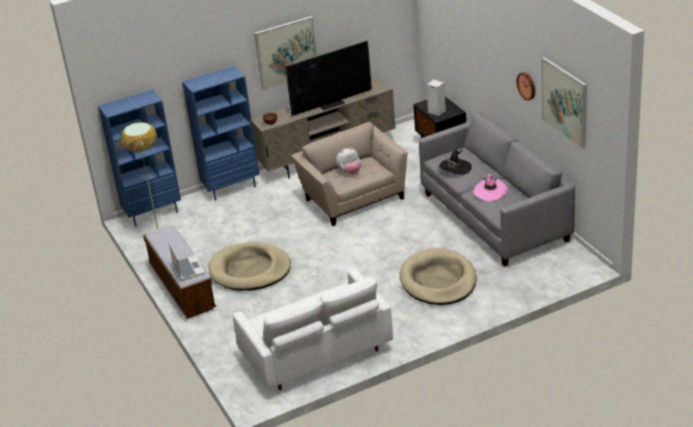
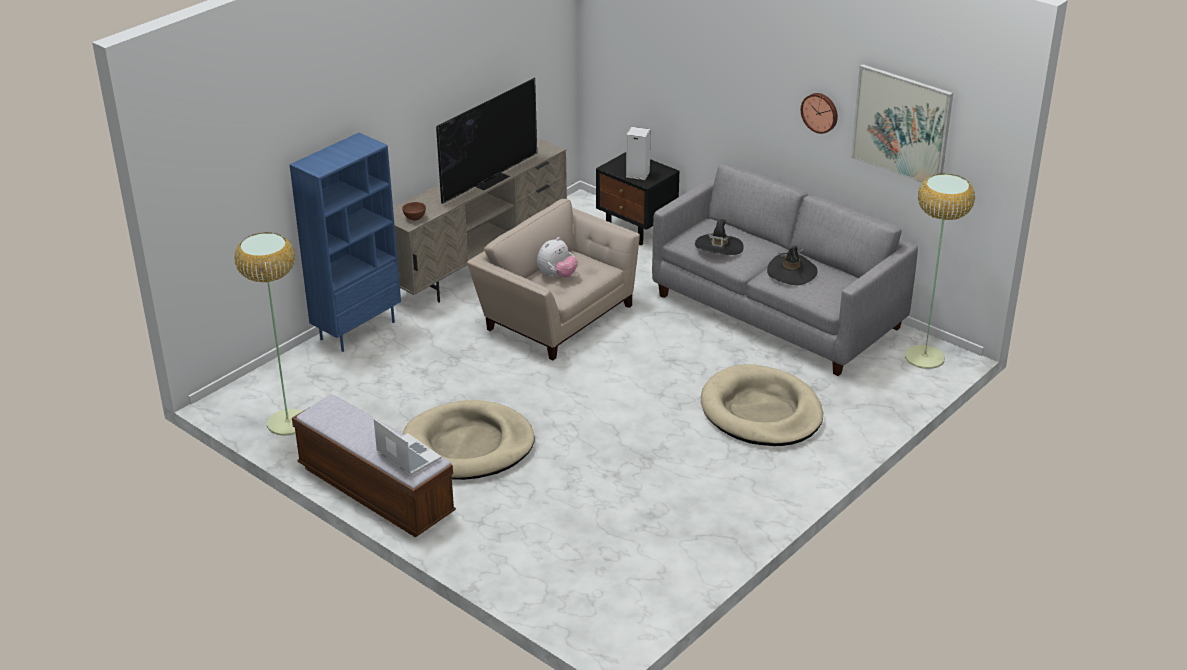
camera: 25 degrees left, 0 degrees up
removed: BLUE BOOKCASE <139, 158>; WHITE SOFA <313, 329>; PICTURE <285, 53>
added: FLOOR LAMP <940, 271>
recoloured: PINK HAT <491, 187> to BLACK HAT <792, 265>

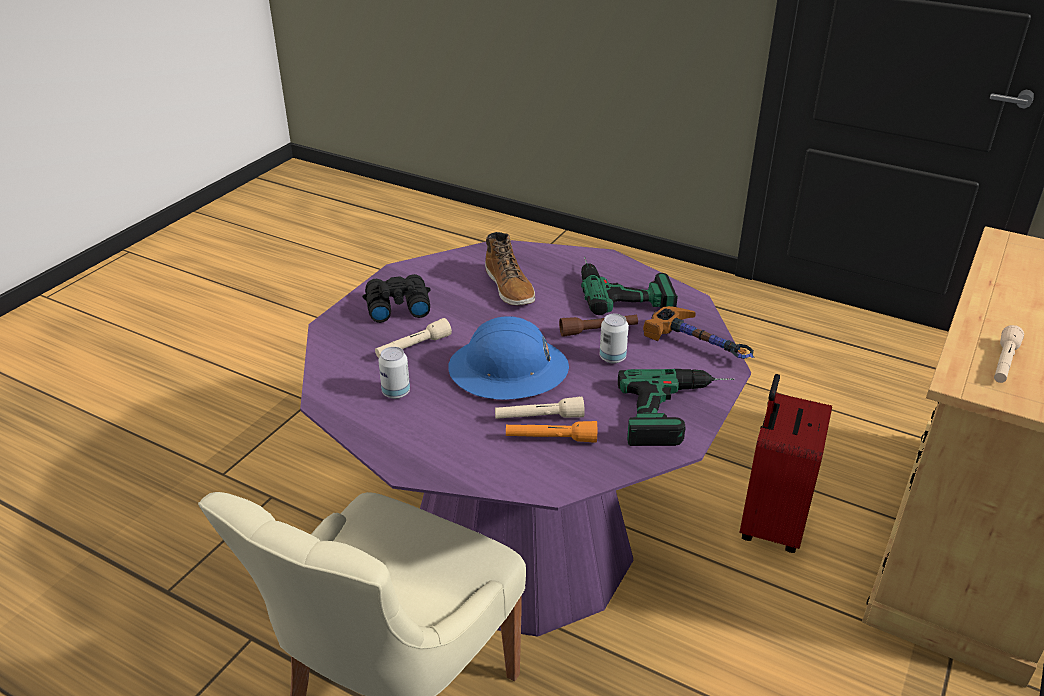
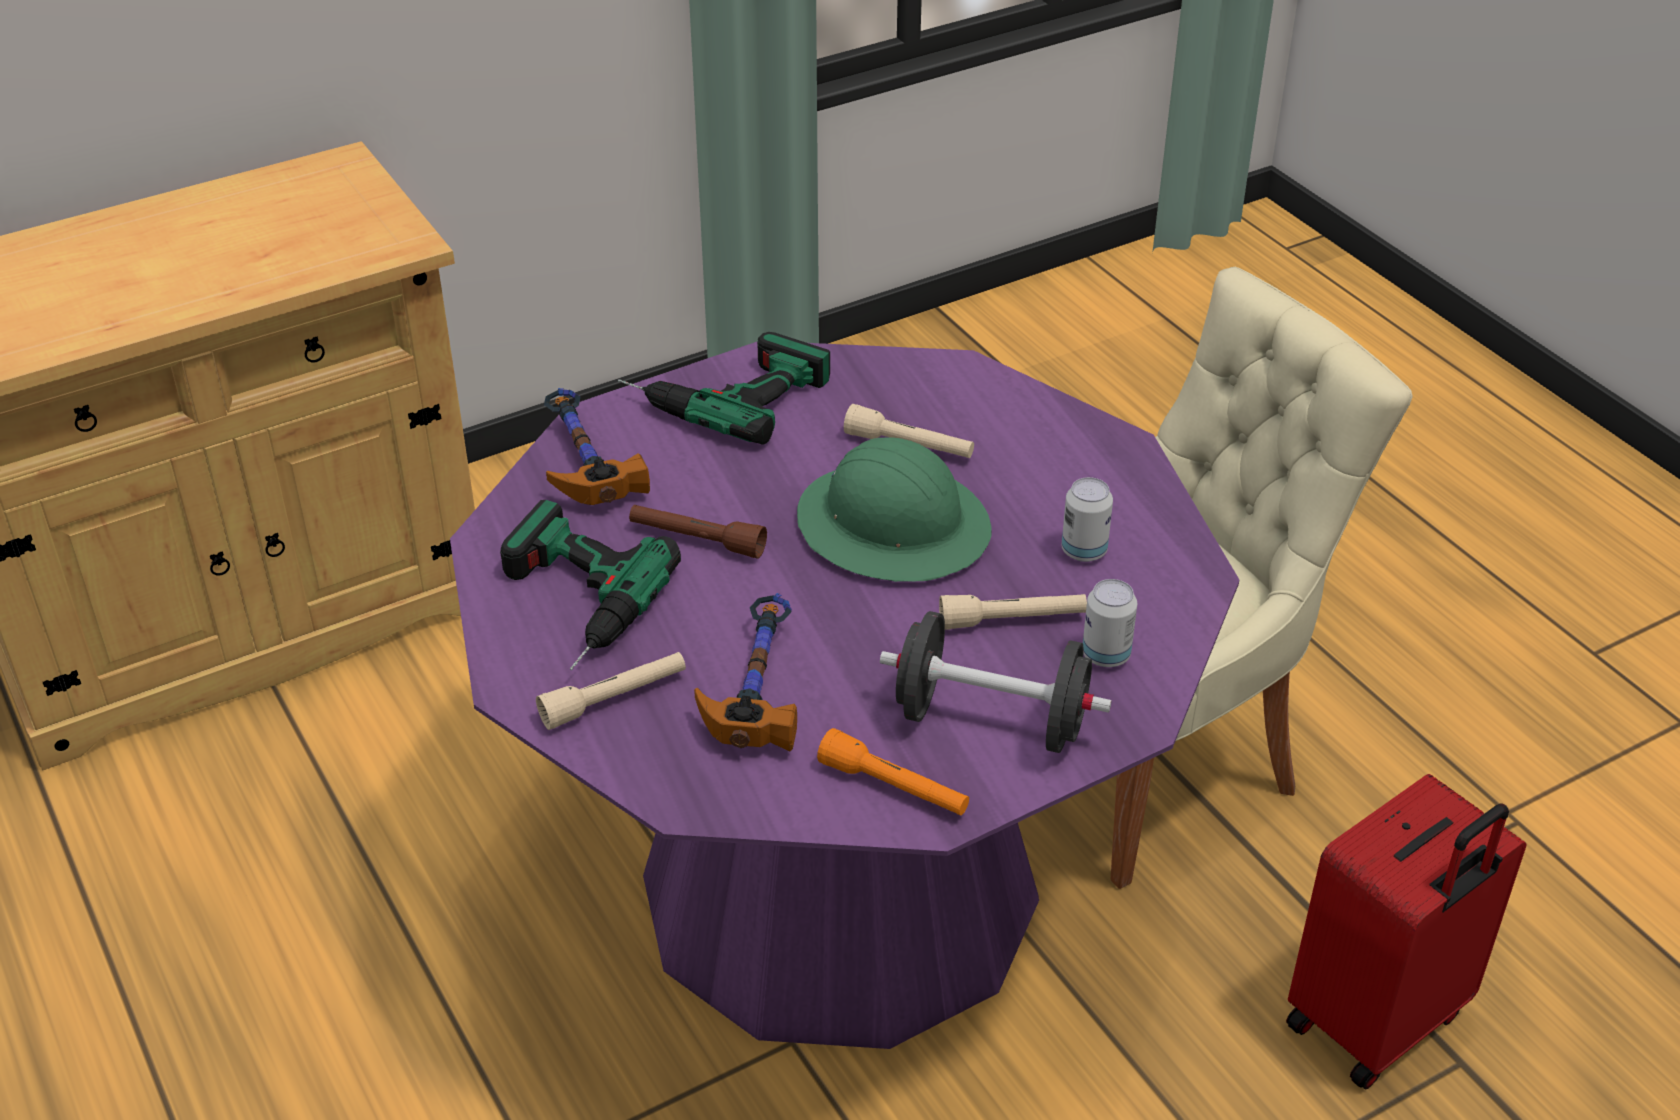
camera: 150 degrees left, 5 degrees up
moved: ORANGE FLASHLIGHT <551, 432> to <893, 771>; CAN <614, 339> to <1110, 623>; RED SUITCASE <785, 463> to <1406, 932>; BEIGE FLASHLIGHT <1009, 354> to <611, 691>
replaced: BLACK BINOCULARS <396, 298> to BLACK DUMBBELL <996, 682>; BOOT <510, 269> to HAMMER <745, 672>
recoloured: BLUE HARD HAT <508, 358> to GREEN HARD HAT <894, 509>

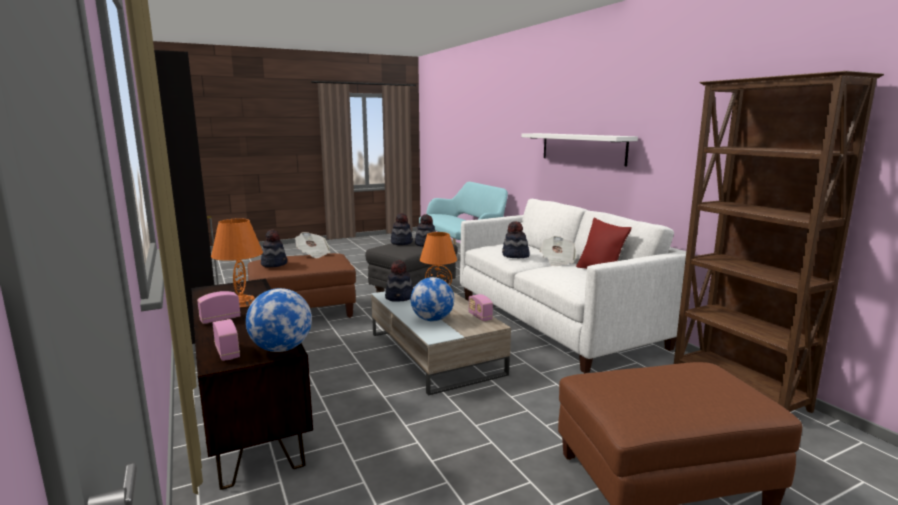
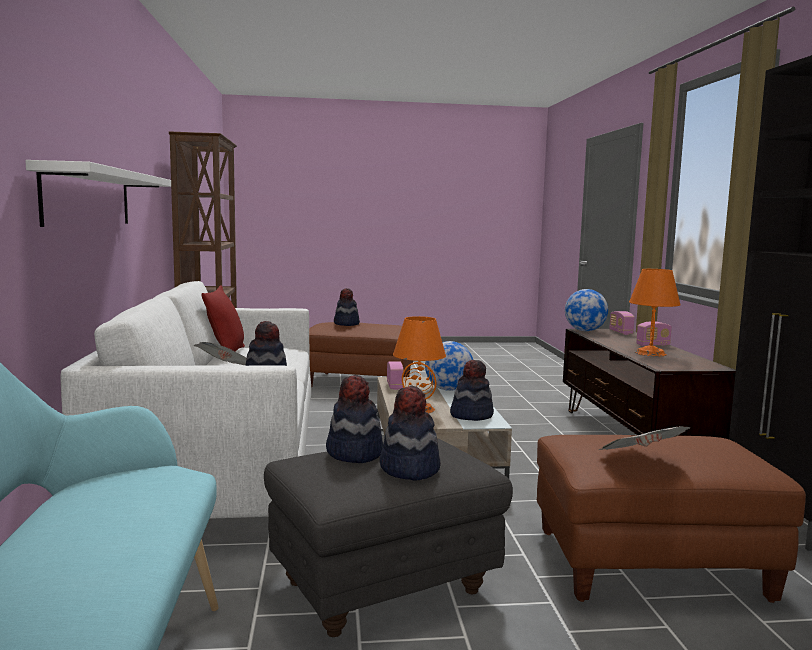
camera: 160 degrees left, 5 degrees down
moved: HAT <274, 249> to <347, 307>

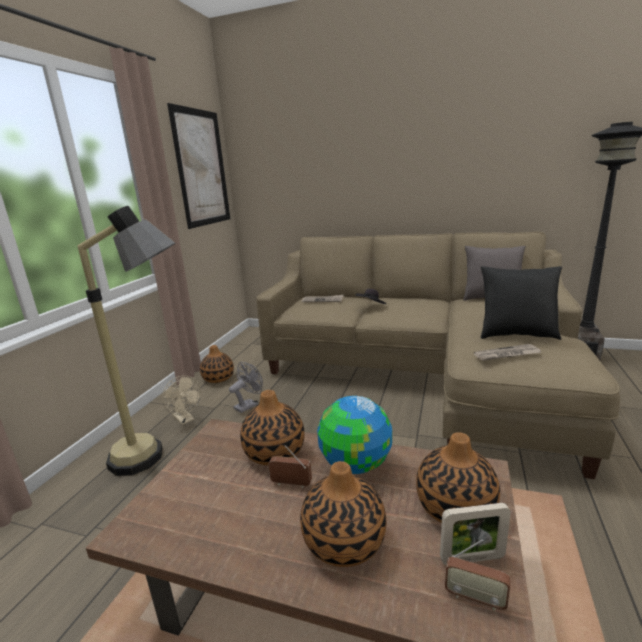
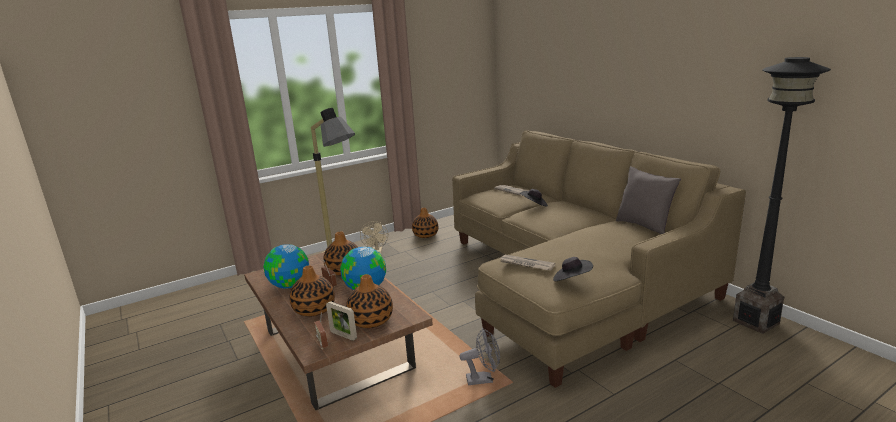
camera: 40 degrees right, 0 degrees up
removed: PICTURE <198, 166>; BLACK PILLOW <521, 303>
added: GLOBE <286, 267>; BLACK HAT <573, 269>
moved: GREY FAN <246, 387> to <479, 356>

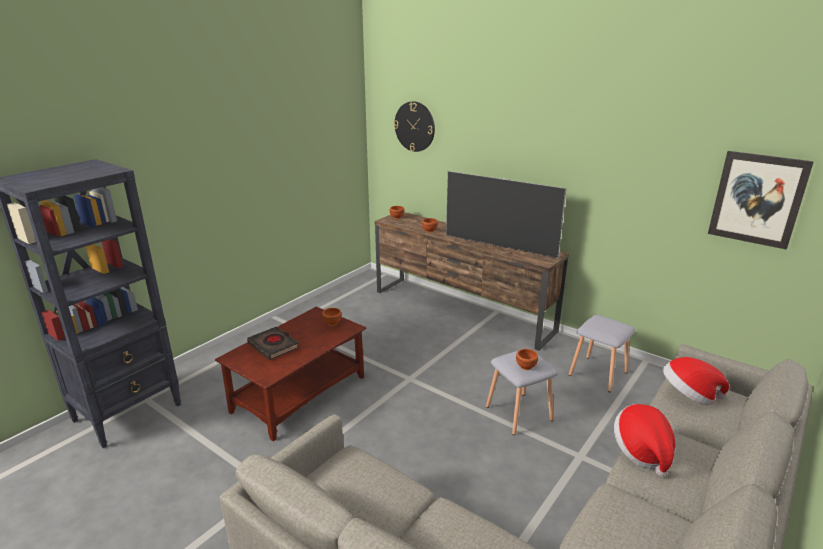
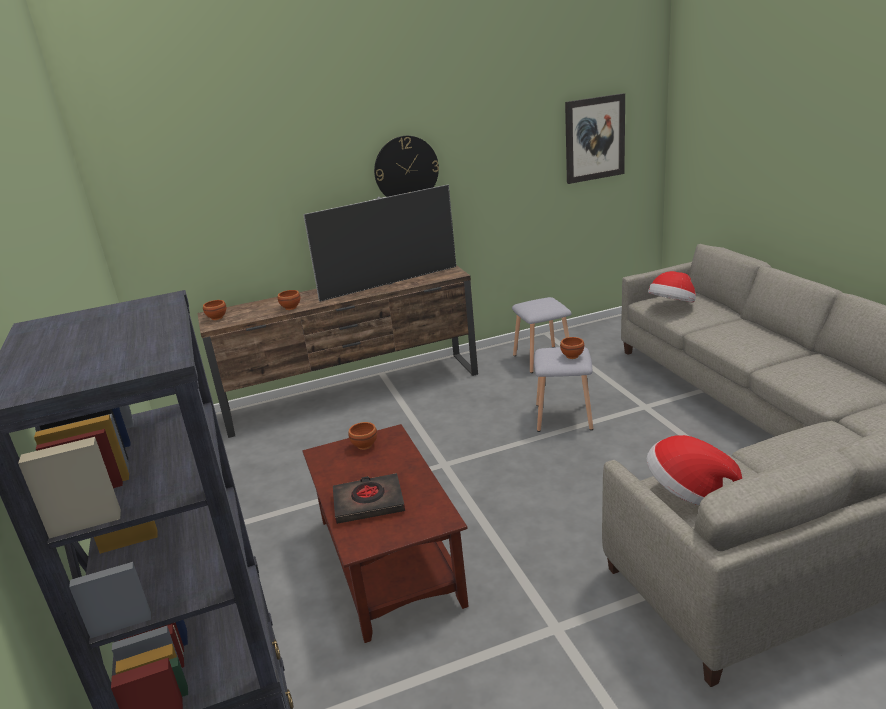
camera: 55 degrees left, 0 degrees up
moved: WALL CLOCK <414, 126> to <406, 166>; HAT <644, 440> to <694, 470>

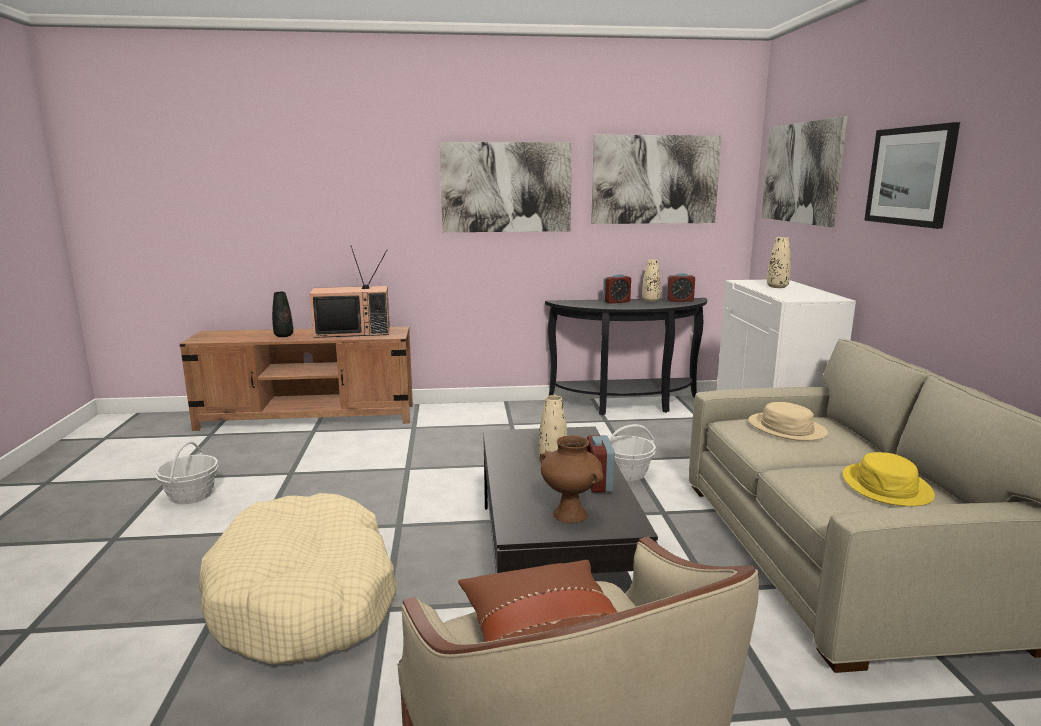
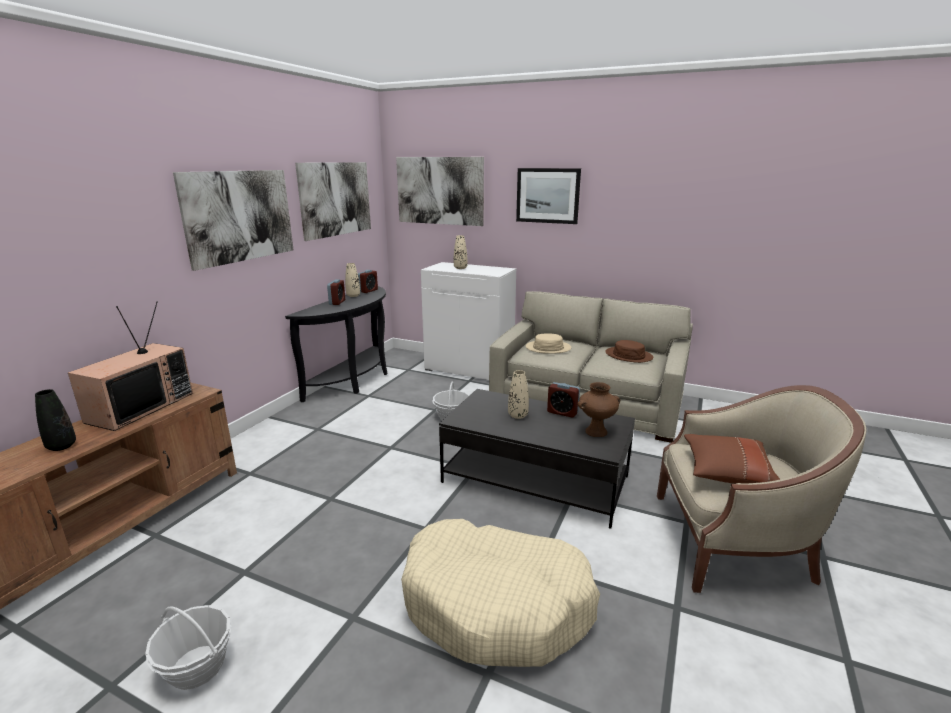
camera: 60 degrees left, 5 degrees up
recoloured: YELLOW HAT <889, 479> to BROWN HAT <629, 351>

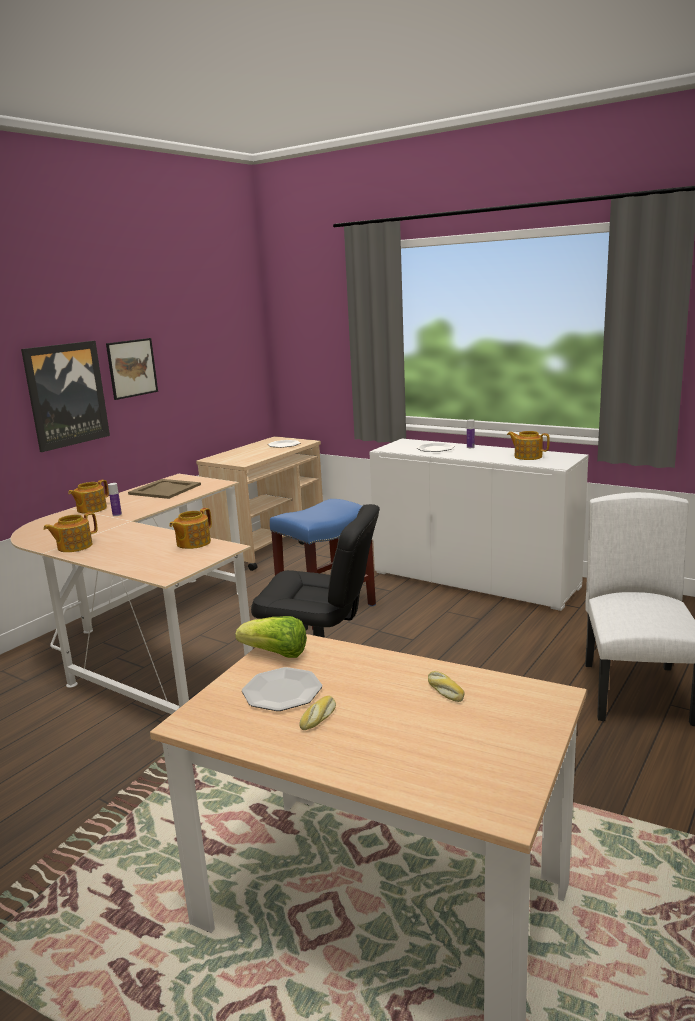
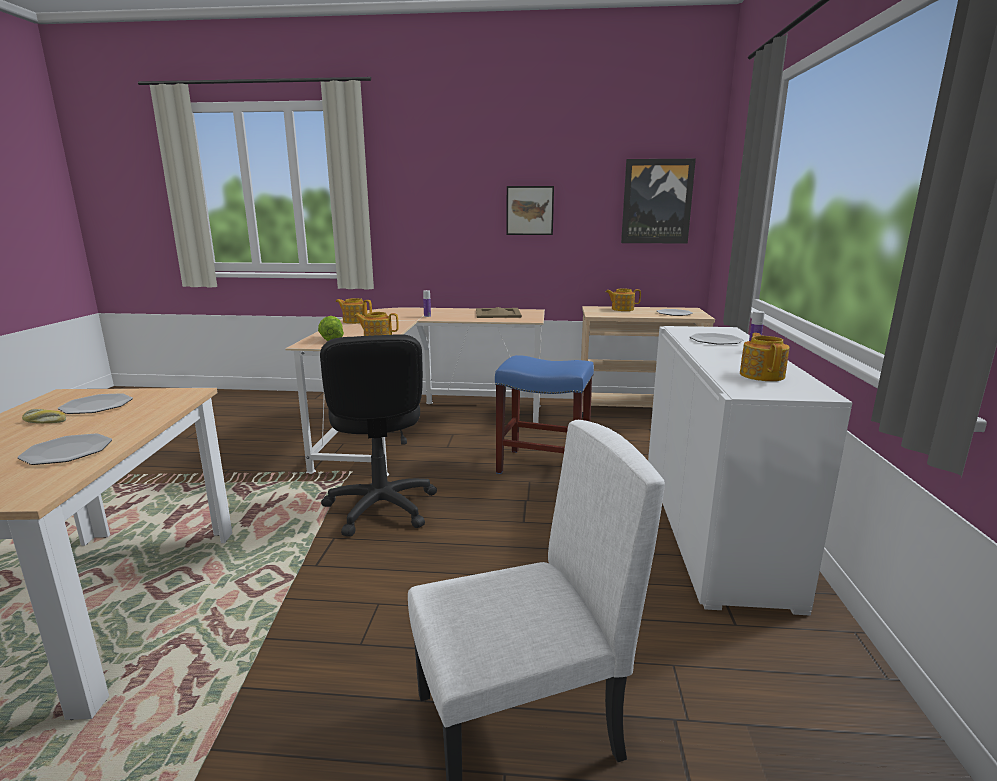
camera: 60 degrees right, 0 degrees up
moved: PICTURE <65, 396> to <658, 201>; TEAPOT <88, 496> to <623, 300>; LETTUCE <271, 637> to <331, 328>
replaced: BREAD <446, 686> to PLATE <65, 449>

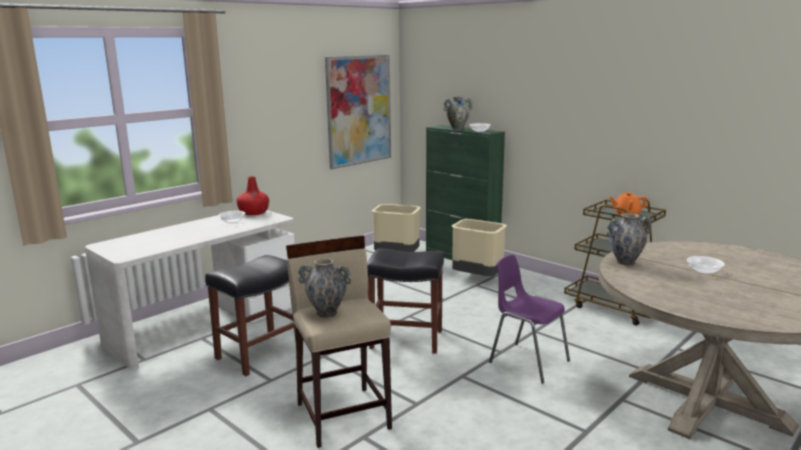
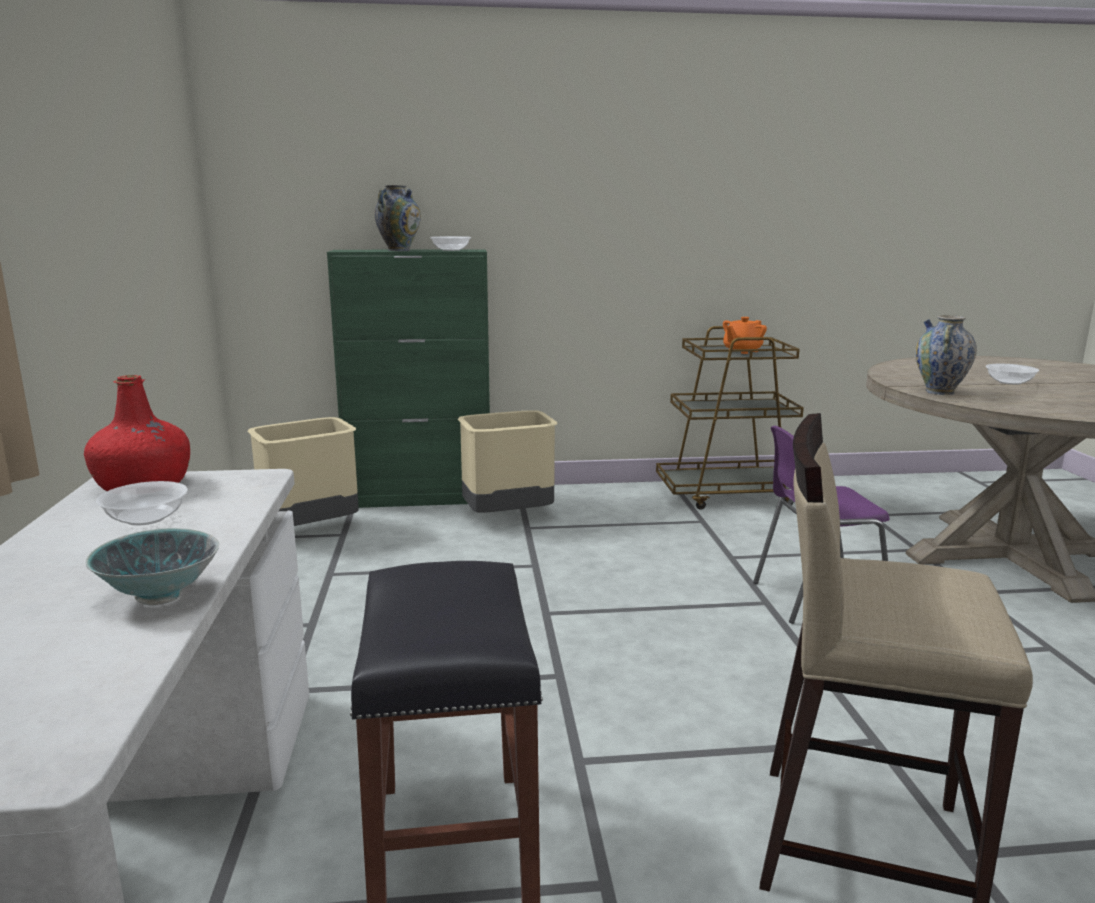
camera: 50 degrees left, 0 degrees up
removed: VASE <324, 288>; PICTURE <358, 112>; BLACK STOOL <405, 301>
added: BOWL <152, 566>

